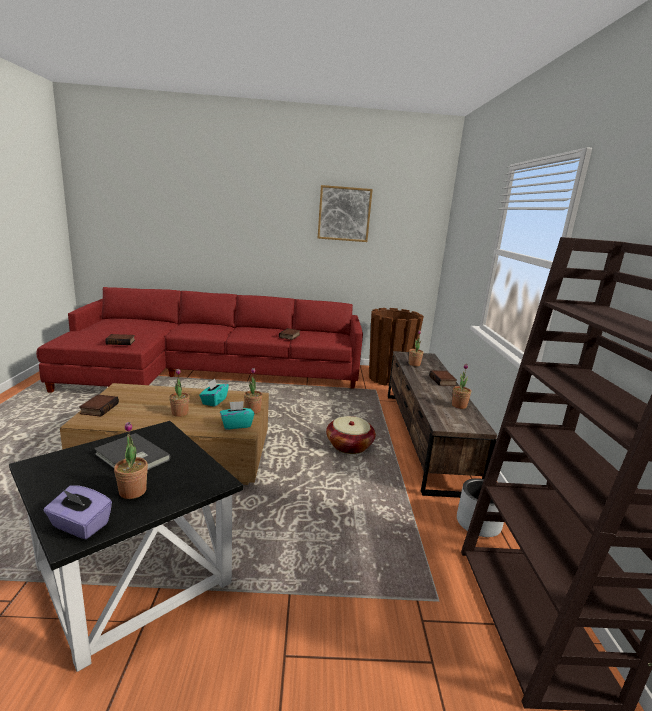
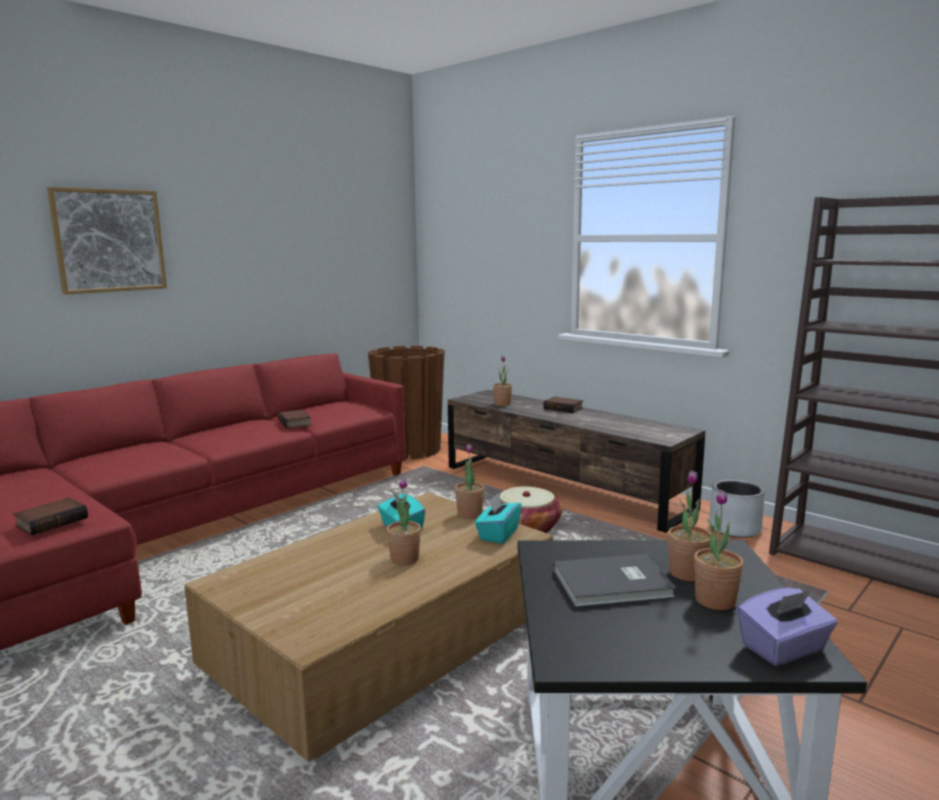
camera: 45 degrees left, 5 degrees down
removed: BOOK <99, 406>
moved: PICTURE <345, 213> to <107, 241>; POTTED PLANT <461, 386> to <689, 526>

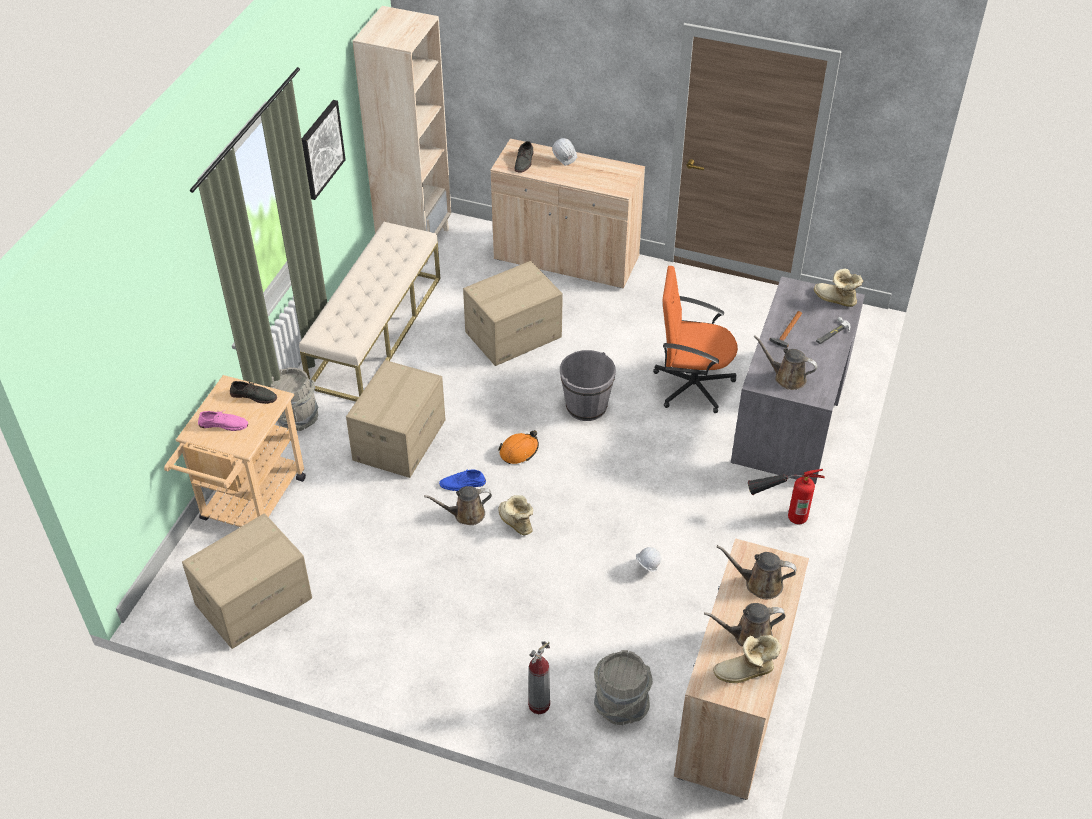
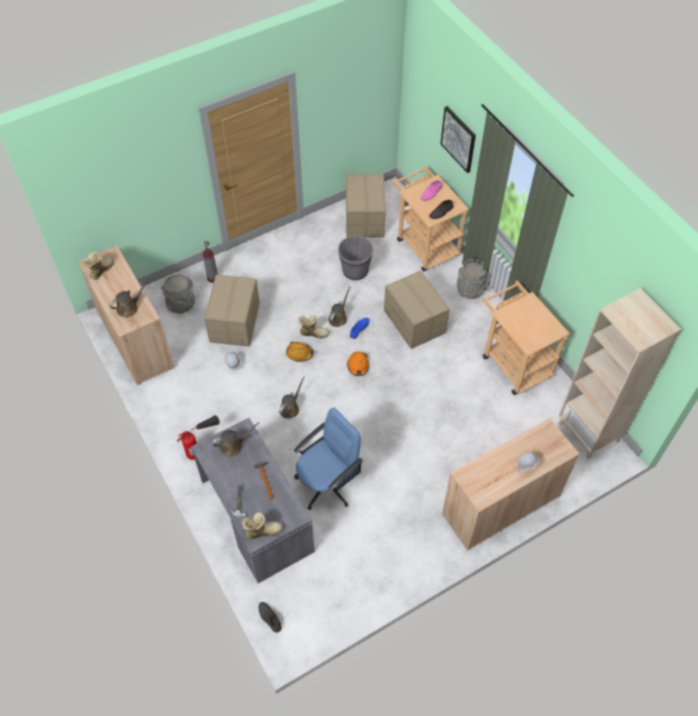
camera: 130 degrees right, 10 degrees up
added: ORANGE HARD HAT <300, 351>
moved: PICTURE <324, 150> to <458, 139>; CARDBOARD BOX <513, 313> to <232, 311>; GREY SHOE <524, 156> to <270, 617>; GREY BUCKET <588, 385> to <355, 258>; BROWN WATERING CAN <745, 625> to <292, 398>
replaced: BEIGE BENCH <369, 312> to BEIGE CART <526, 338>
recoloured: ORANGE OFFICE CHAIR <695, 339> to BLUE OFFICE CHAIR <328, 458>

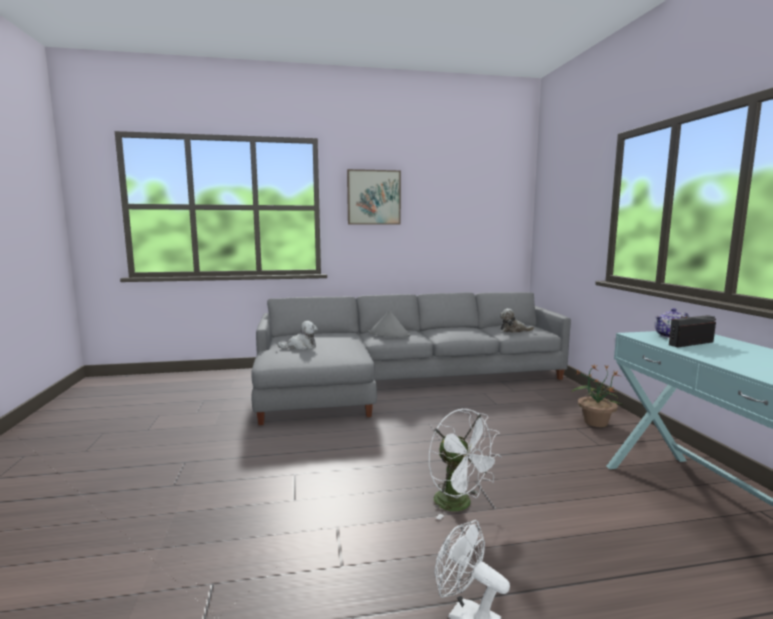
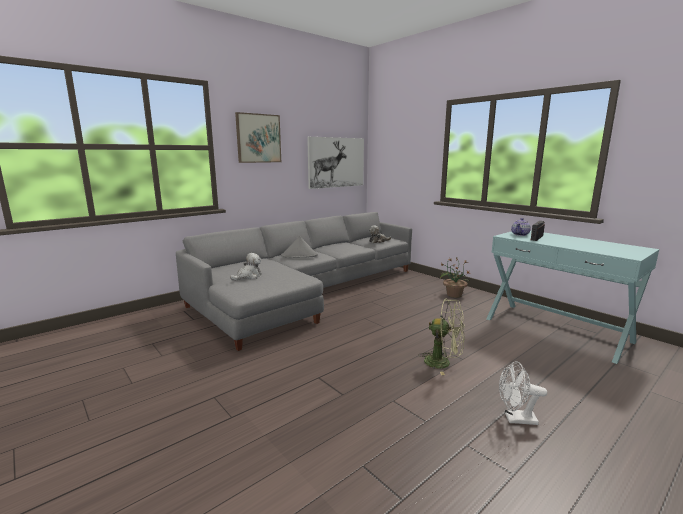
camera: 30 degrees left, 5 degrees up
added: PICTURE <335, 163>
recoloured: WHITE FAN <465, 464> to GREEN FAN <441, 337>

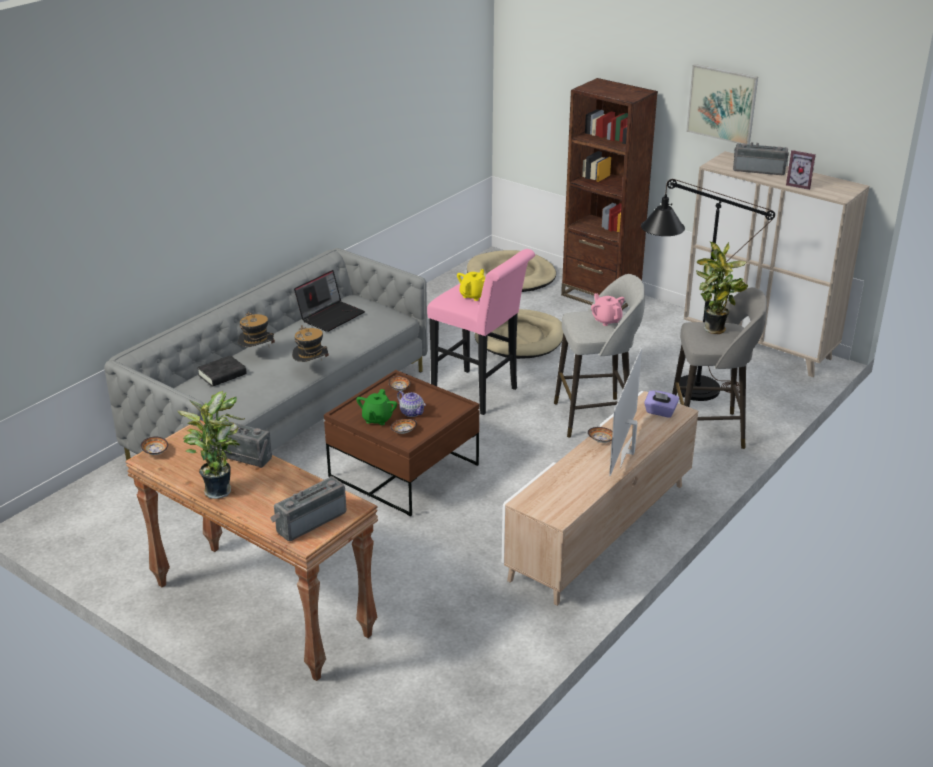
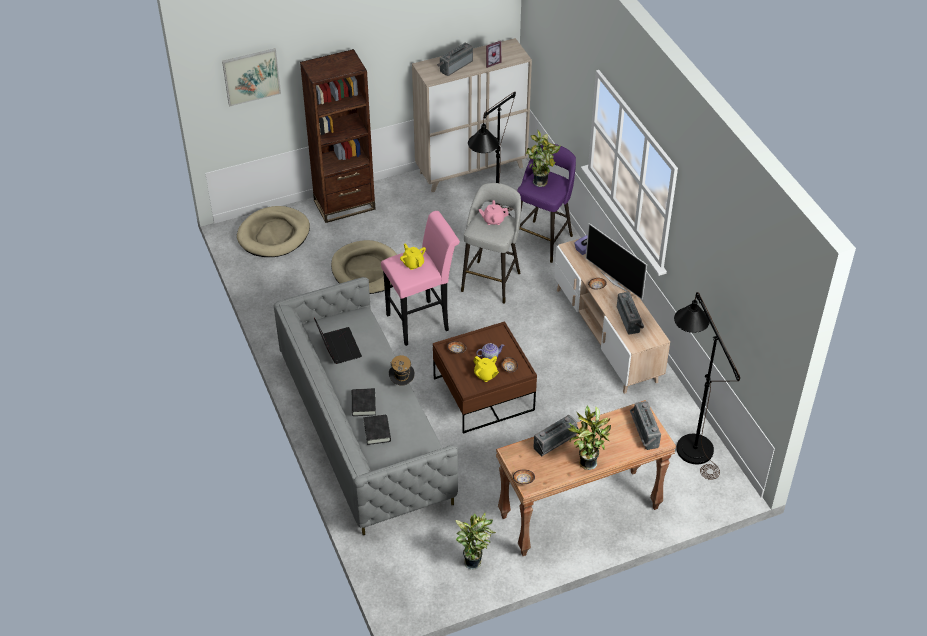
camera: 60 degrees left, 15 degrees up
added: POTTED PLANT <476, 541>; RADIO <630, 313>; BLACK FLOOR LAMP <707, 386>
moved: PICTURE <722, 104> to <251, 77>
replaced: HAT <256, 329> to BLACK BOOK <364, 402>
recoloured: GREEN TEAPOT <376, 407> to YELLOW TEAPOT <486, 369>; GREY STOOL <719, 368> to PURPLE STOOL <546, 203>

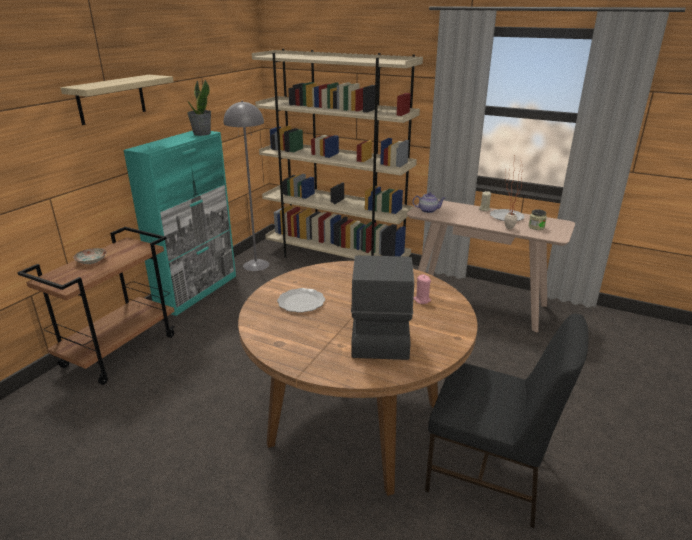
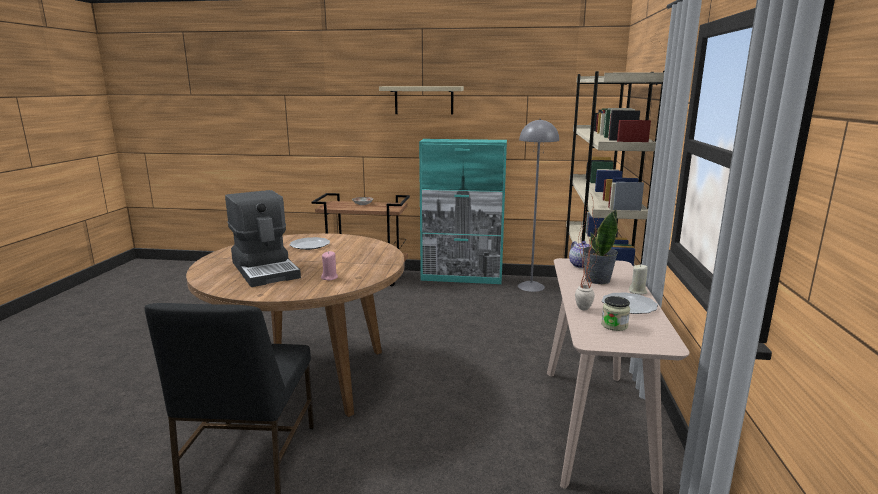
camera: 70 degrees right, 10 degrees down
moved: POTTED PLANT <199, 107> to <600, 246>
turned: COFFEE MACHINE <382, 307> = <263, 238> 75 degrees clockwise

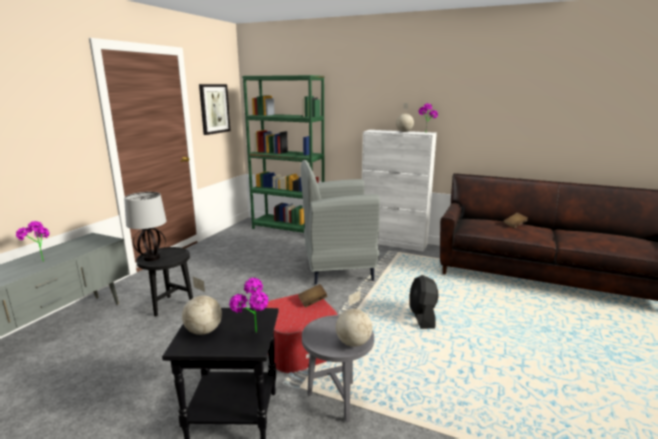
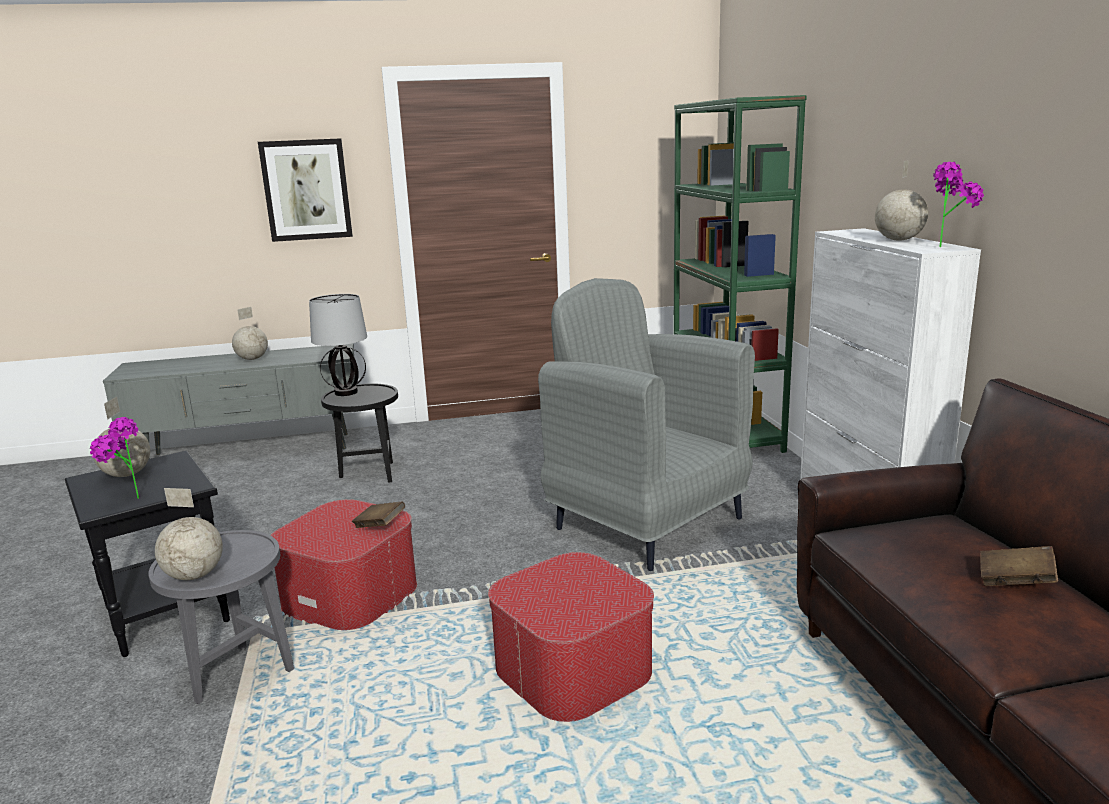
camera: 55 degrees right, 0 degrees up
moved: PICTURE <214, 109> to <305, 190>
replaced: POTTED PLANT <32, 241> to GLOBE <250, 333>; BLACK FAN <424, 302> to OTTOMAN <571, 637>

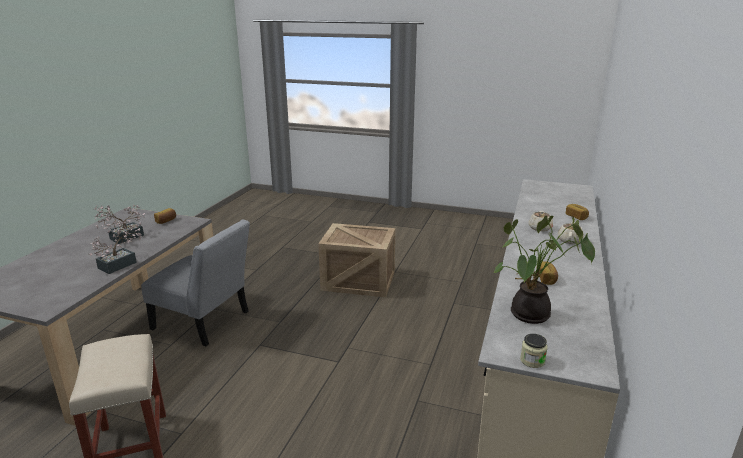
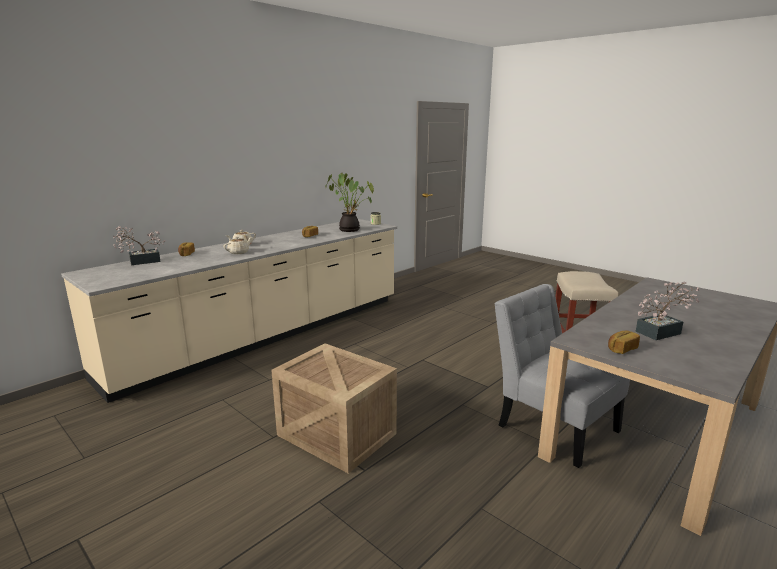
camera: 155 degrees left, 5 degrees down
moved: POTTED PLANT <115, 247> to <139, 245>

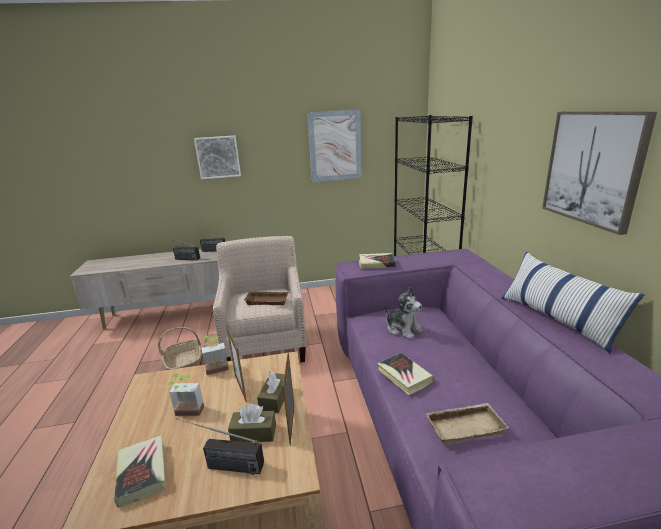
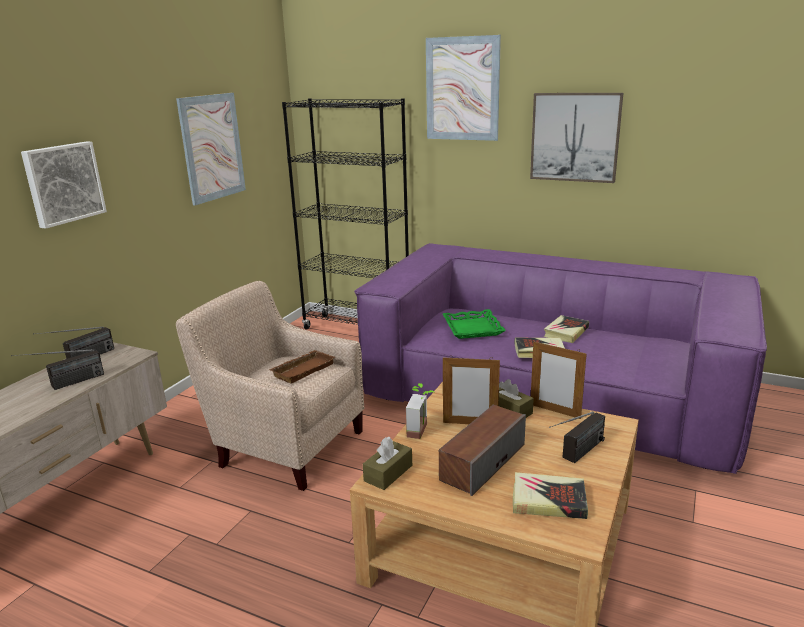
camera: 55 degrees left, 0 degrees up
removed: BASKET <179, 348>; BEIGE TRAY <467, 424>; PILLOW <573, 302>
added: PICTURE <463, 88>
moved: BROWN TISSUE BOX <252, 423> to <387, 463>; BOOK <377, 261> to <566, 329>
replaced: POTTED PLANT <186, 394> to SPEAKER <482, 450>; PLUSH TOY <403, 313> to GREEN TRAY <474, 324>

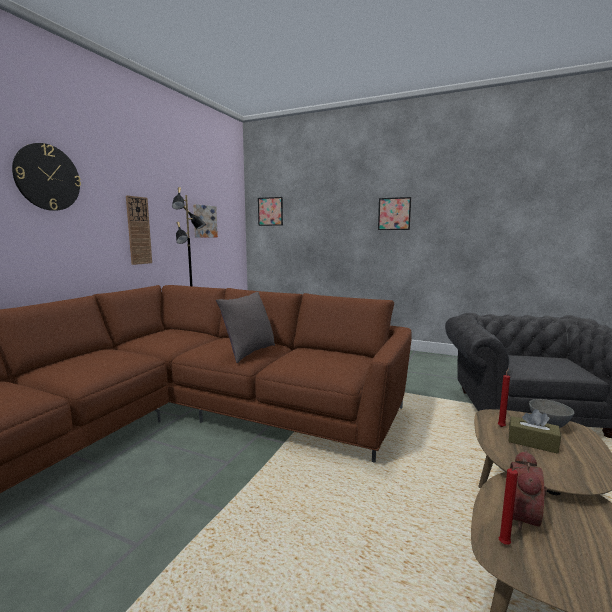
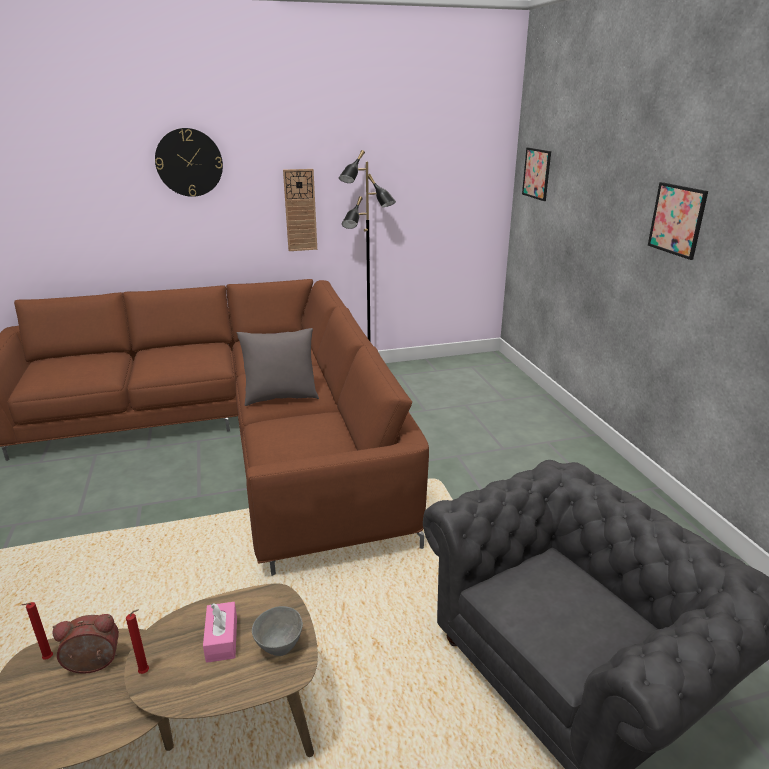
camera: 50 degrees right, 15 degrees up
removed: PICTURE <205, 221>
moved: RED CANDLE <504, 397> to <137, 641>
recoloured: BROWN TISSUE BOX <534, 431> to PINK TISSUE BOX <220, 632>

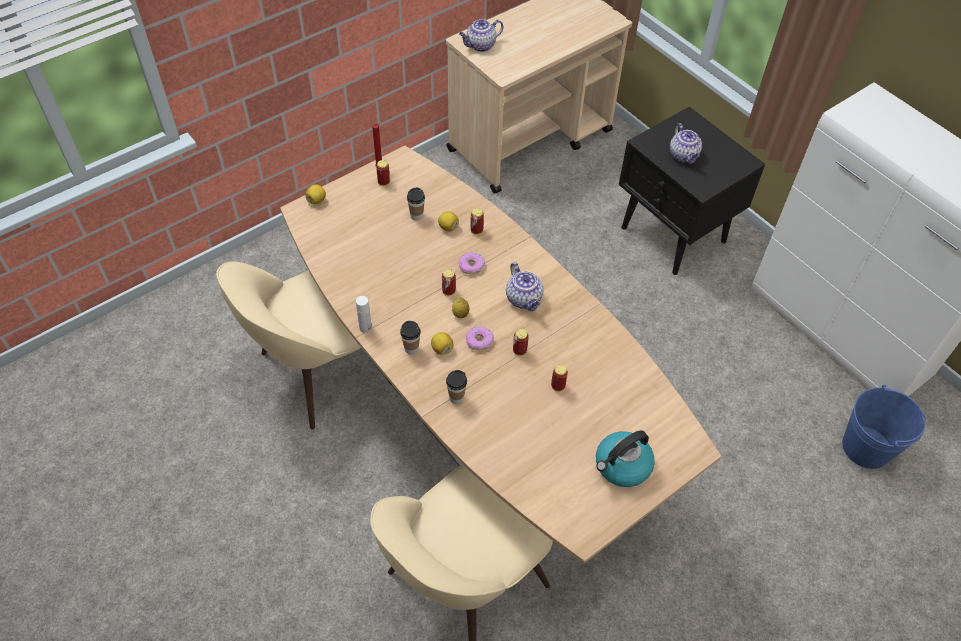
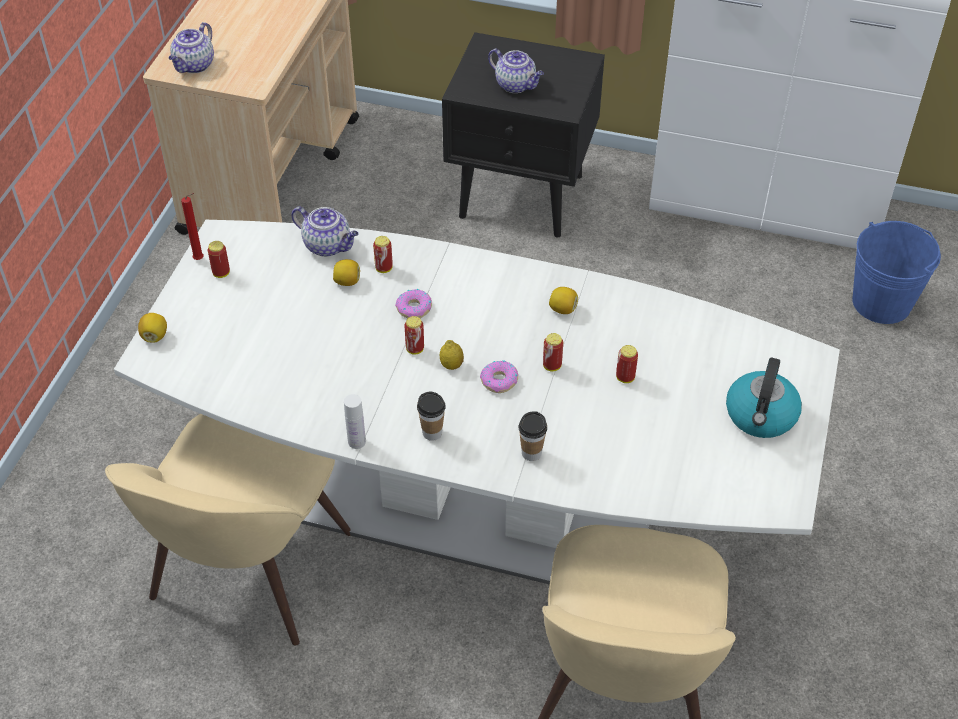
camera: 35 degrees left, 5 degrees down
removed: CUP <416, 204>
moved: LEMON <442, 343> to <563, 300>; TEAPOT <525, 286> to <325, 231>
recoloured: BROWN DINING TABLE <500, 355> to WHITE DINING TABLE <477, 402>

